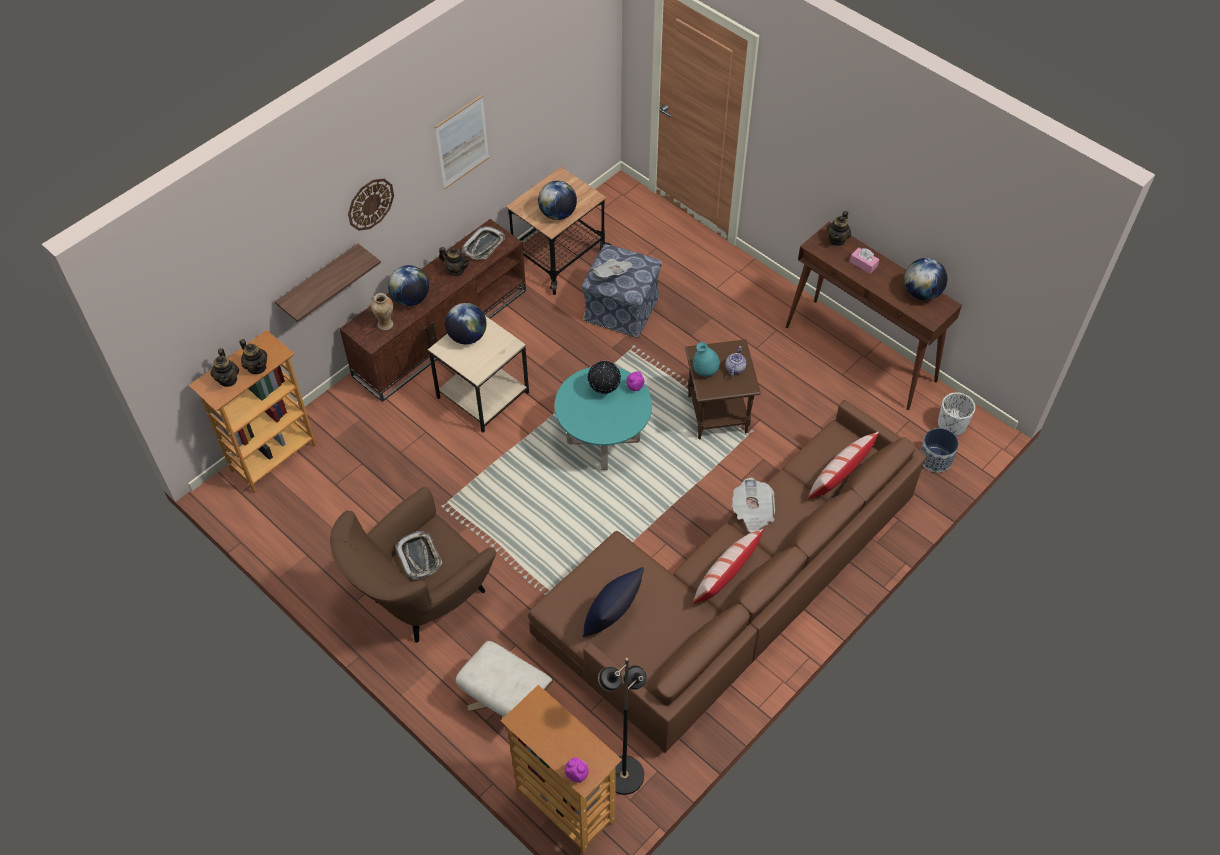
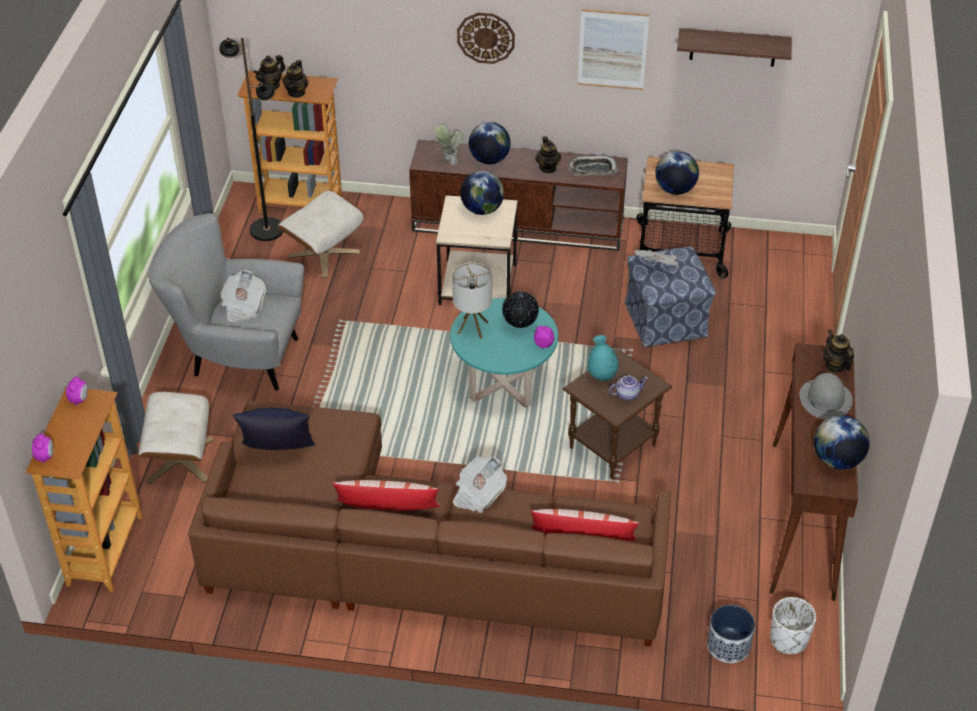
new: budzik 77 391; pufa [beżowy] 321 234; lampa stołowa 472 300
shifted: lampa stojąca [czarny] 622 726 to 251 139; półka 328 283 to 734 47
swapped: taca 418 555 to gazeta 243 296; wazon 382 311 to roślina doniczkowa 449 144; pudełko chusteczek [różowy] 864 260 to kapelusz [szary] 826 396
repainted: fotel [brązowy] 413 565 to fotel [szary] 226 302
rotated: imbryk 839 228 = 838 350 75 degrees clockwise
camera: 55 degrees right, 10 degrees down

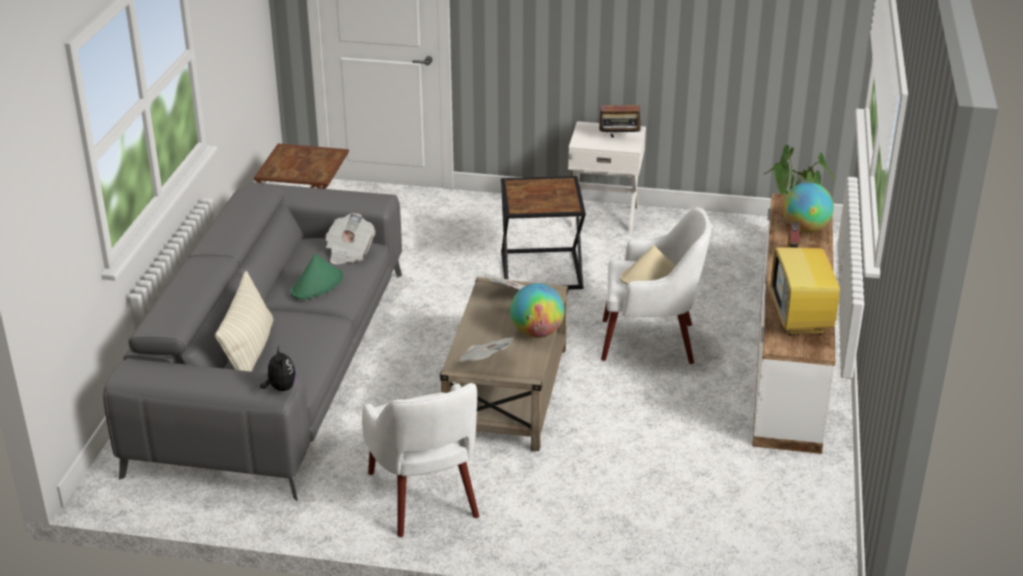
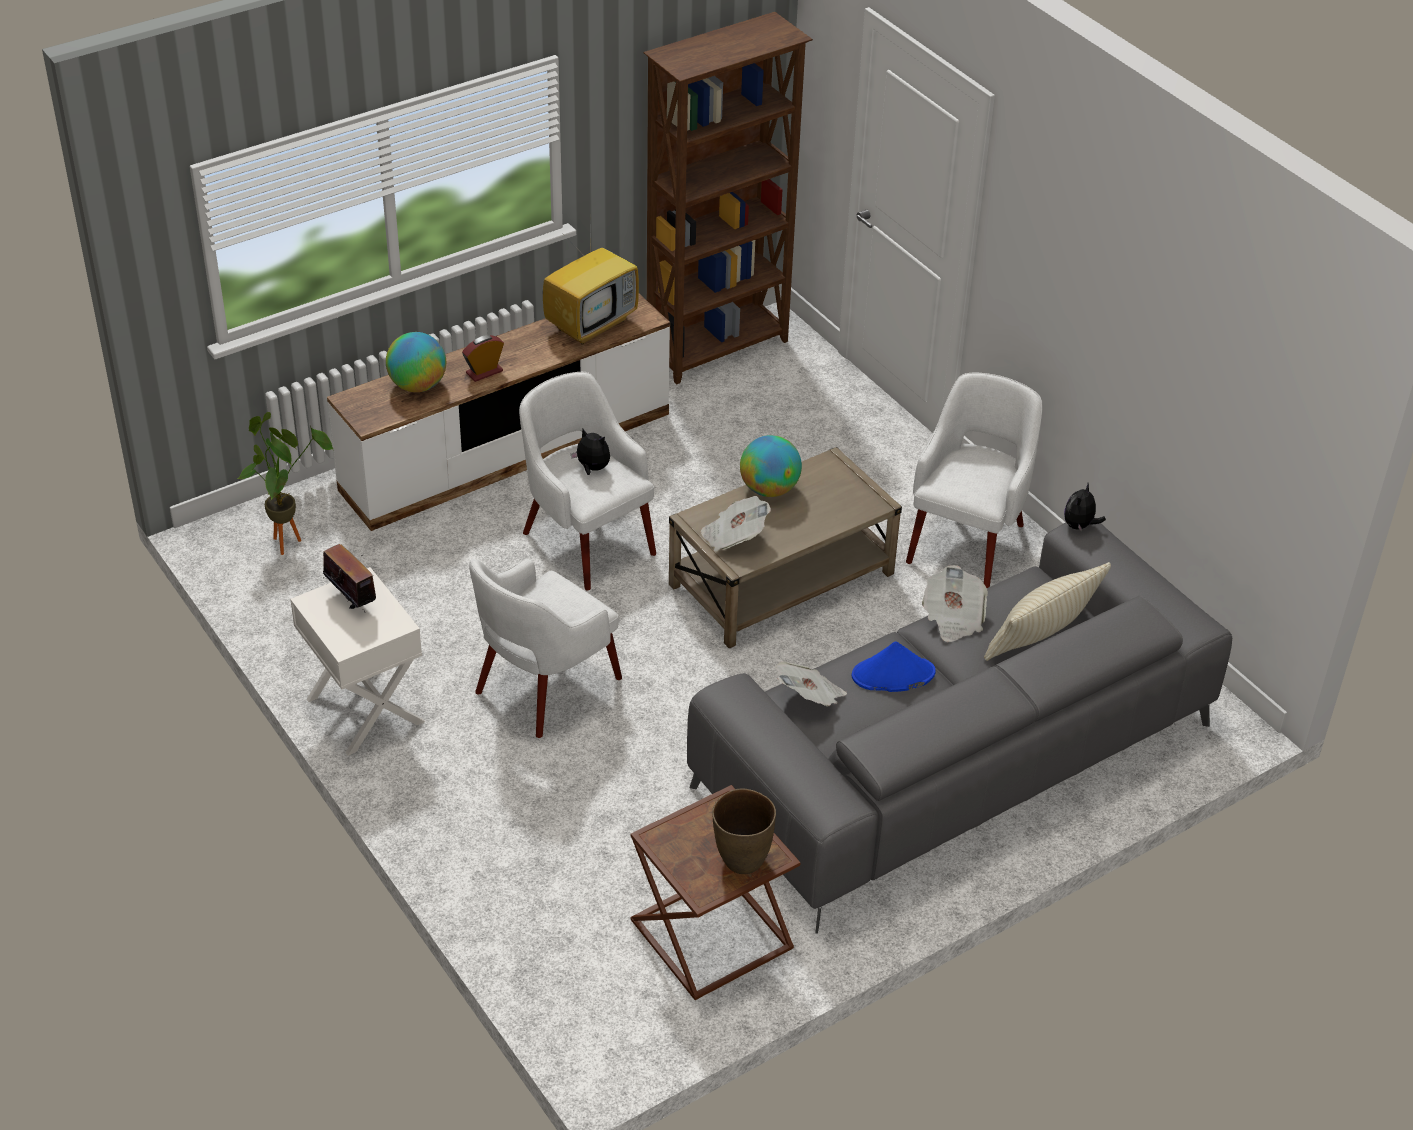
new: regał [brązowy] 728 198; wazon [brązowy] 744 831
shifted: gazeta 485 350 to 955 603
swapped: stolik [czarny] 543 233 to fotel [biały] 545 648; kapelusz [beżowy] 647 265 to pluszak 590 452
repainted: kapelusz [zielony] 316 276 to kapelusz [niebieski] 894 666
camera: 135 degrees left, 10 degrees up

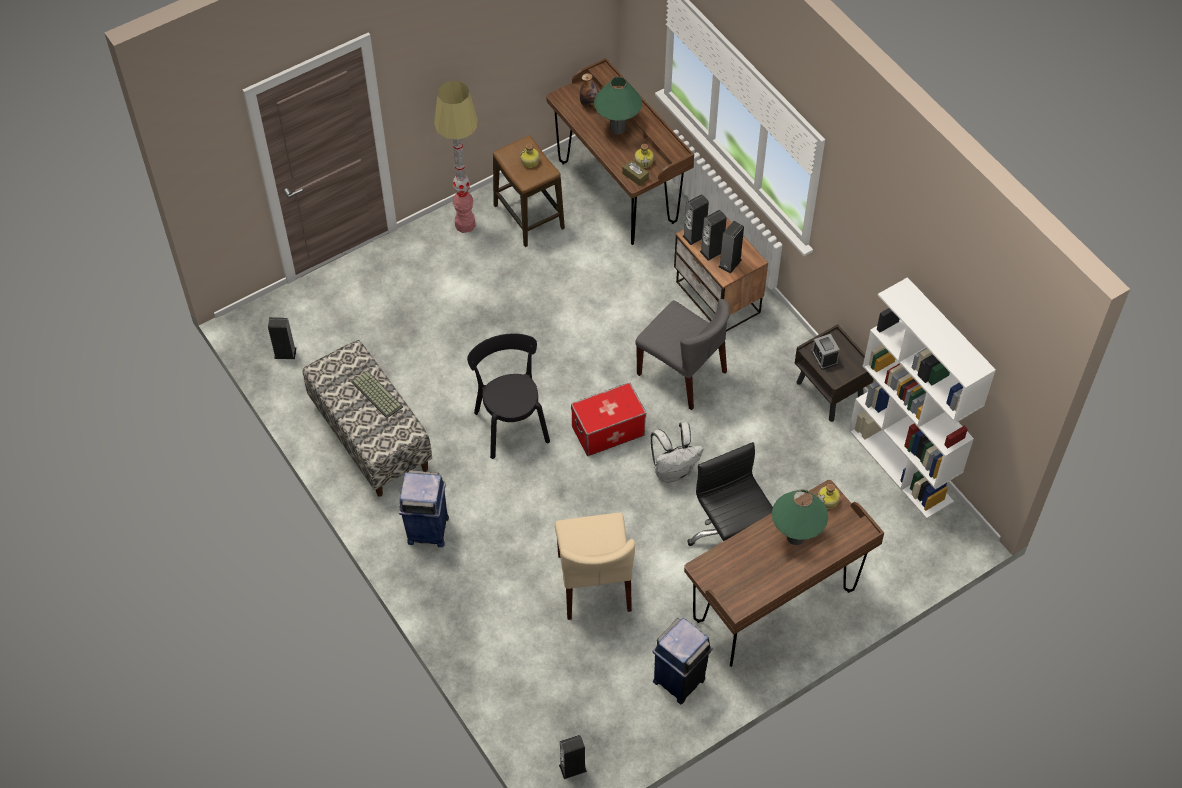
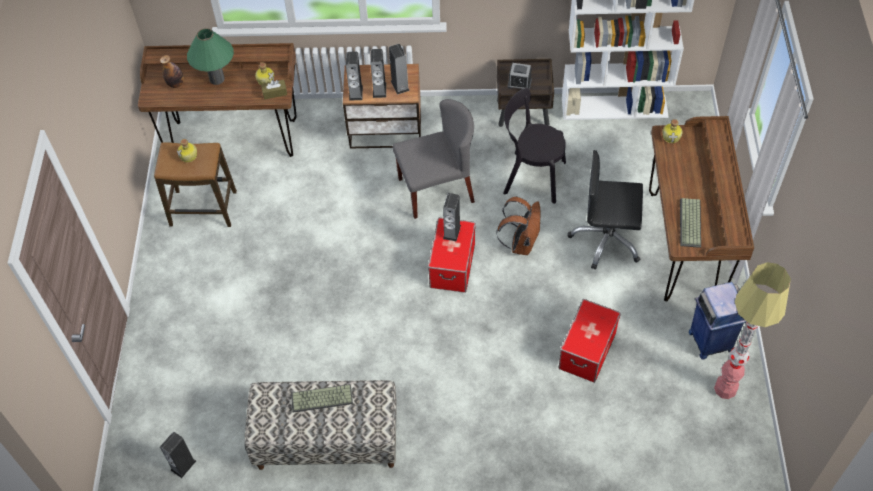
gone: kosz na śmieci [niebieski] 424 508; lampa stołowa [zielony] 800 517
new: klawiatura 690 223
shifted: głośnik 573 757 to 452 217; krzesło [czarny] 508 396 to 534 146; lampa stojąca 456 157 to 752 330
swapped: krzesło [beżowy] 595 566 to pojemnik do przechowywania 589 341
repainted: plecak [biały] 677 452 to plecak [brązowy] 518 226
camera: 55 degrees left, 0 degrees up

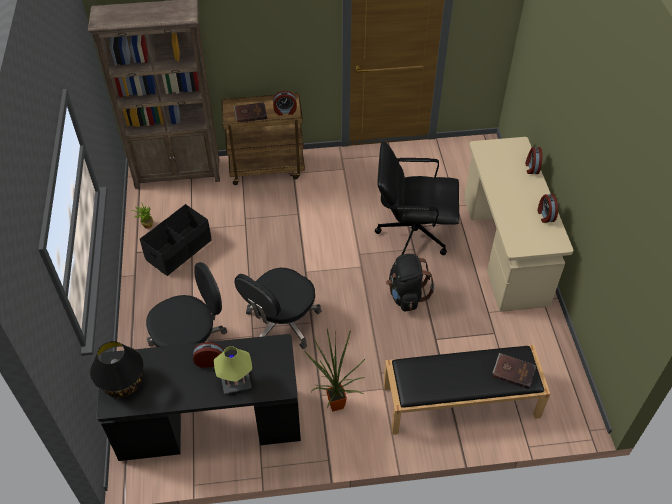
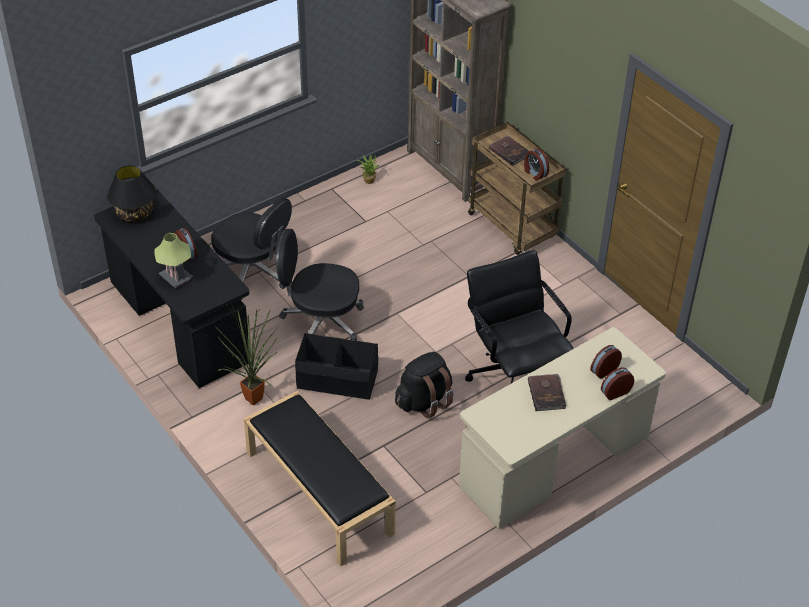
shifted: pojemnik do przechowywania [czarny] 176 240 to 336 366; książka [brązowy] 514 371 to 547 392; budzik 547 208 to 606 361
camera: 60 degrees right, 5 degrees down

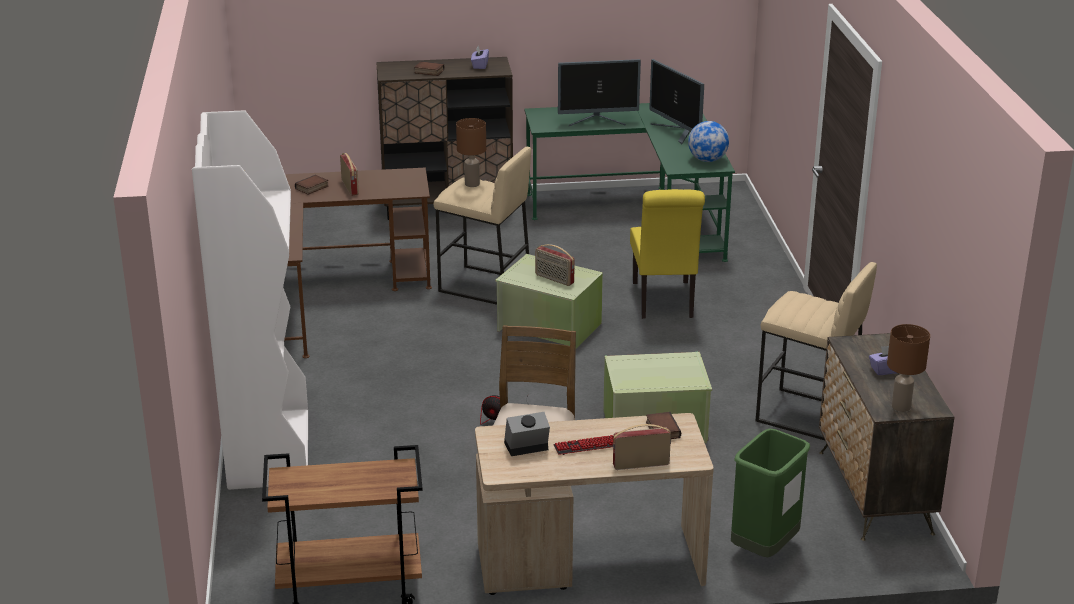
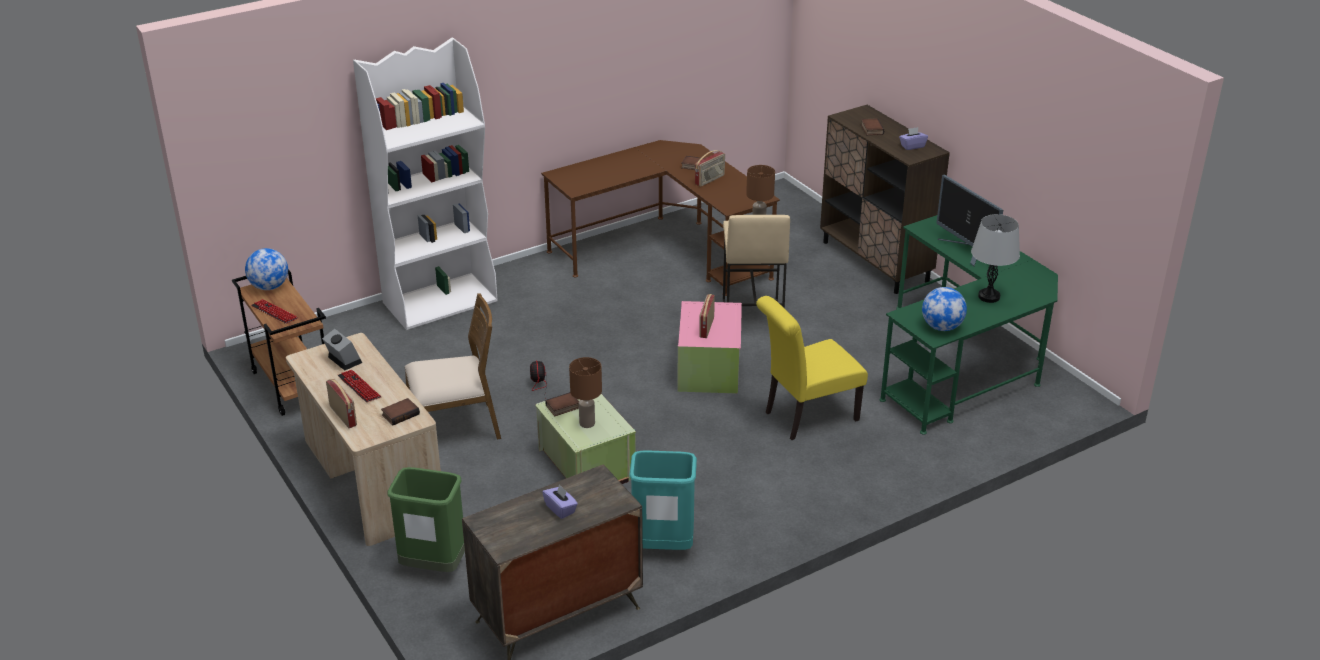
new: globus 266 269; klawiatura 274 311; książka 562 404
shifted: lampa stołowa [brązowy] 908 368 to 585 392
swapped: stołek [beżowy] 816 351 to kosz na śmieci [turkusowy] 663 500; monitor 676 101 to lampa stołowa [szary] 995 258
repainted: pojemnik do przechowywania [zielony] 549 301 to pojemnik do przechowywania [różowy] 709 347
camera: 65 degrees right, 5 degrees up

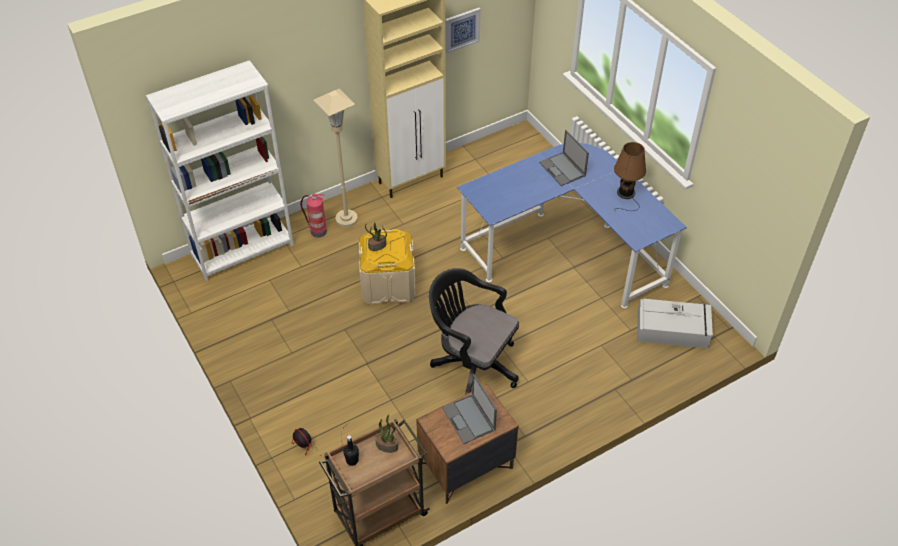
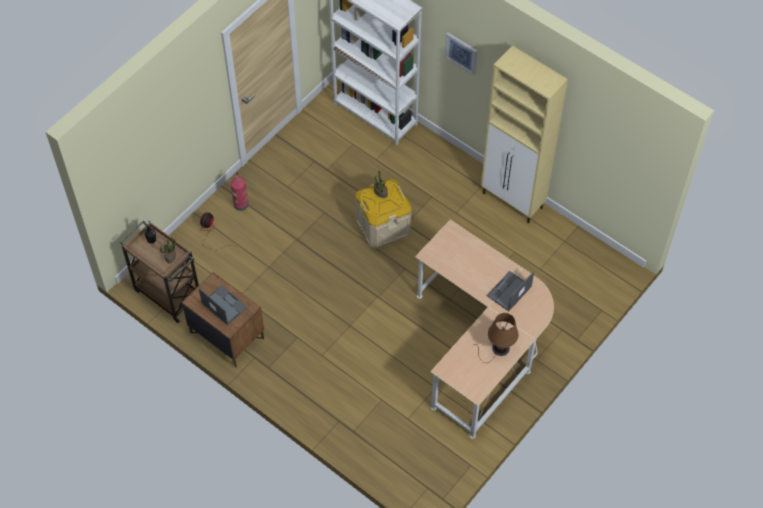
gone: lampa stojąca [beżowy] 335 158; krzesło biurowe [czarny] 474 331; pojemnik do przechowywania [szary] 675 323
shifted: gaśnica 314 216 to 239 191; obraz 463 30 to 461 54
repainted: biurko [niebieski] 572 225 to biurko [beżowy] 484 329
rotated: laptop 469 409 = 223 305 90 degrees clockwise
camera: 70 degrees right, 10 degrees up

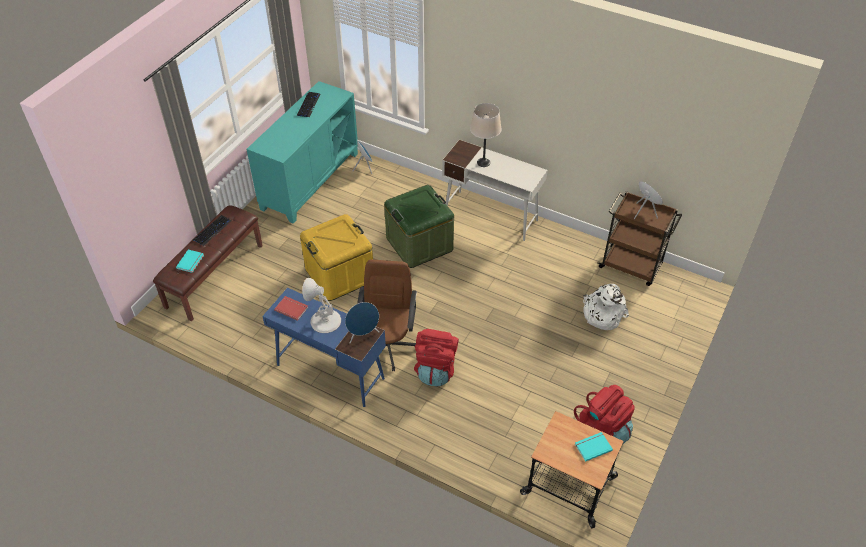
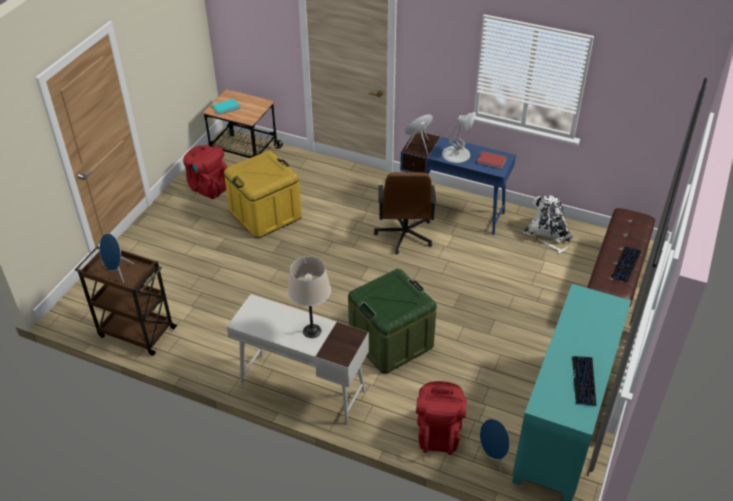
gone: książka [turkusowy] 190 261
shifted: pojemnik do przechowywania [żółty] 336 257 to 263 194; plecak [czerwony] 436 358 to 441 418; plecak [biały] 606 307 to 548 224
camera: 175 degrees right, 5 degrees down

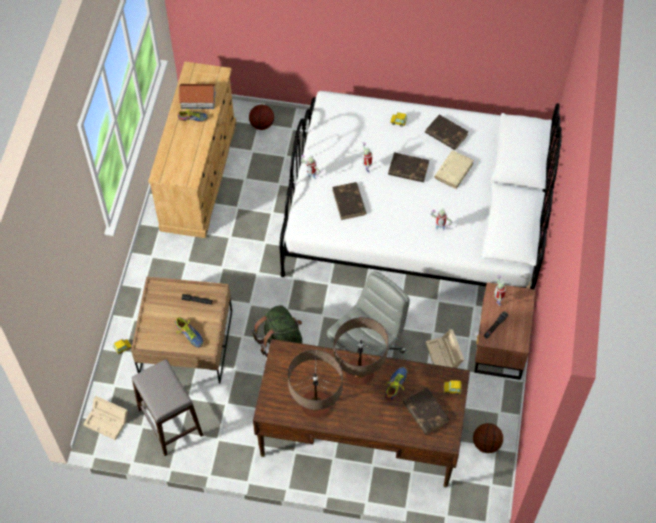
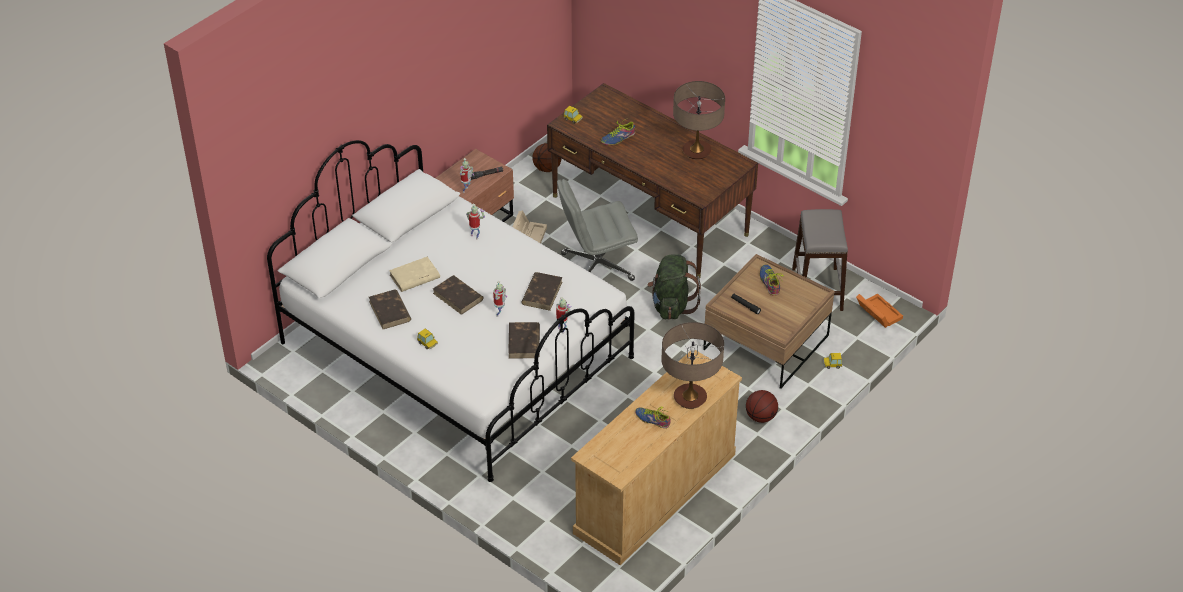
gone: domek 197 96
shifted: książka [brązowy] 426 411 to 524 340; lampa stołowa 361 351 to 692 365; piłka do koszykówki 261 117 to 762 406
repainted: pojemnik do przechowywania [beżowy] 105 418 to pojemnik do przechowywania [pomarańczowy] 879 311
camera: 150 degrees left, 15 degrees down

